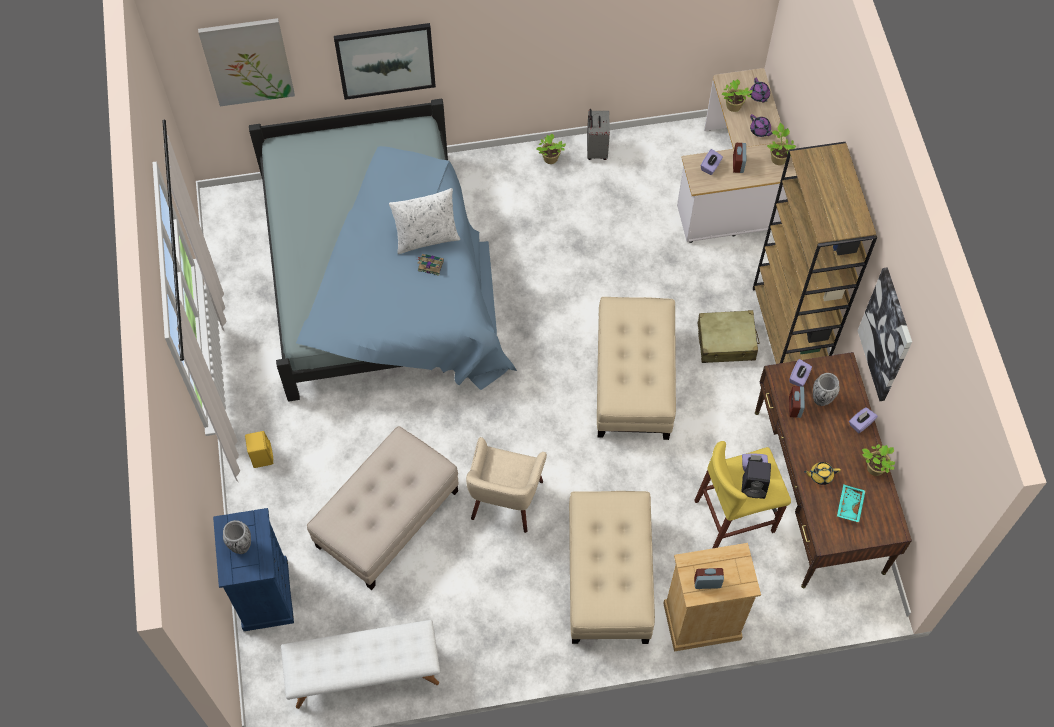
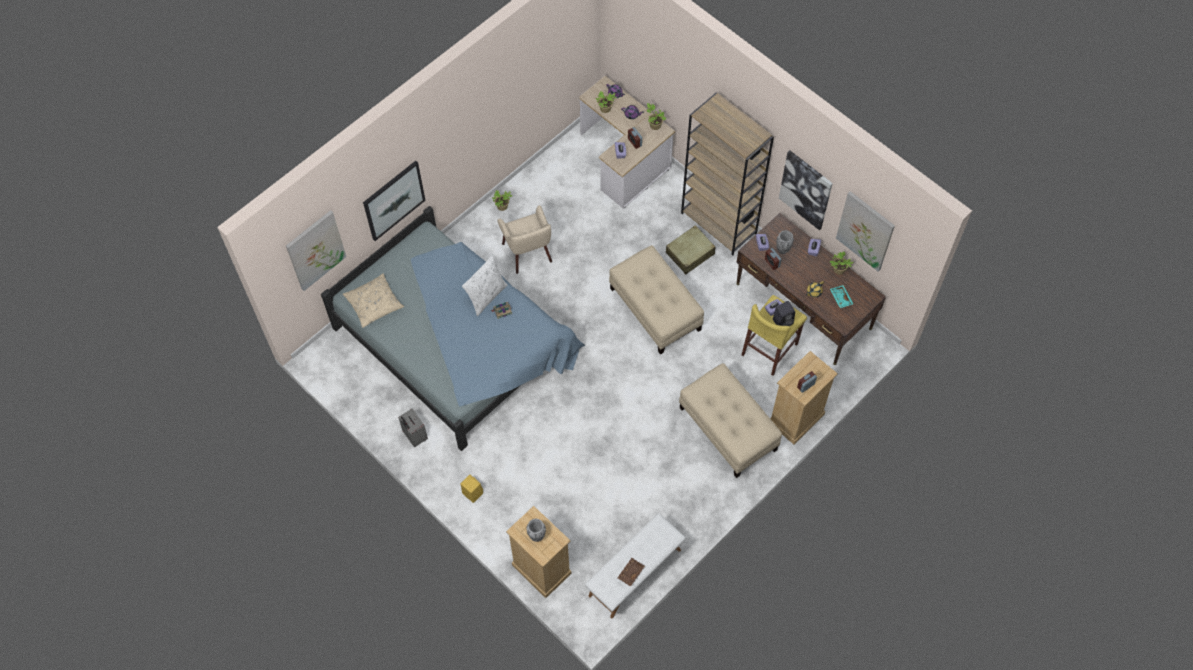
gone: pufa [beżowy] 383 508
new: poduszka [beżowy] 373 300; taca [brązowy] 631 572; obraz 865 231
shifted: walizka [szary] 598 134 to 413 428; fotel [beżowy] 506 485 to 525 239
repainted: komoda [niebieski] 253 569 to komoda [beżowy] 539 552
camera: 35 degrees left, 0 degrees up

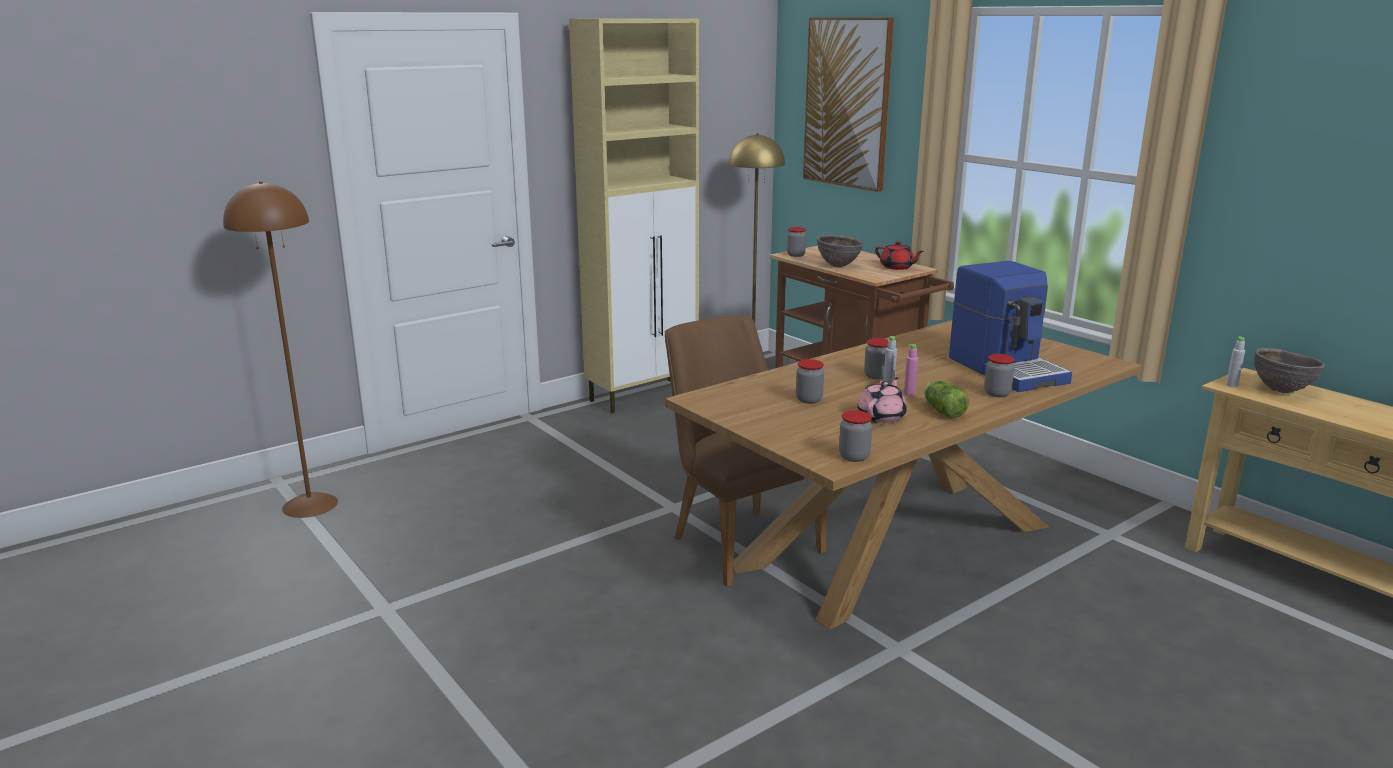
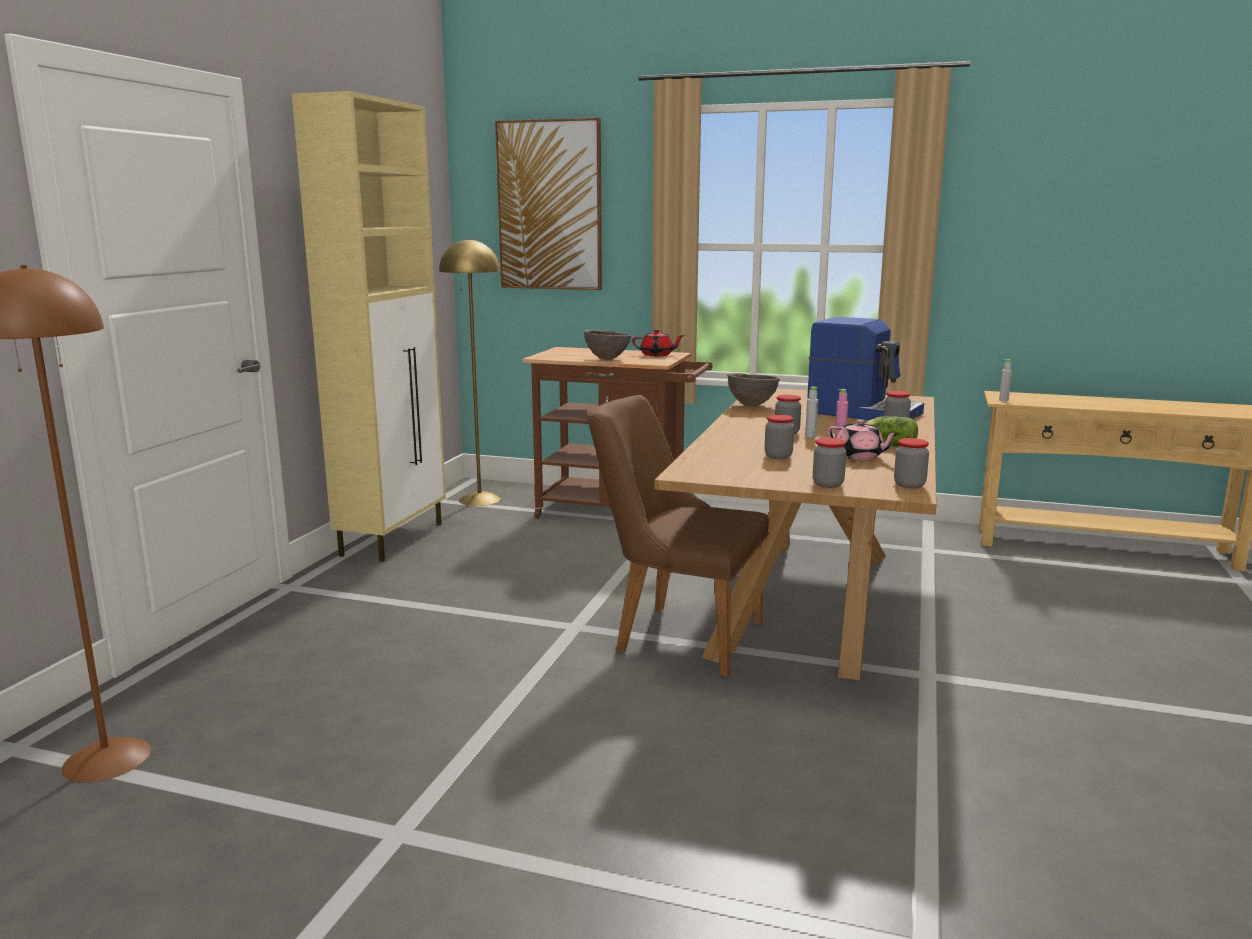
shifted: miska [brązowy] 1289 370 to 753 390; słoik 796 242 to 829 463
rotated: imbryk [różowy] 882 400 = 863 439 135 degrees clockwise
camera: 35 degrees left, 5 degrees down

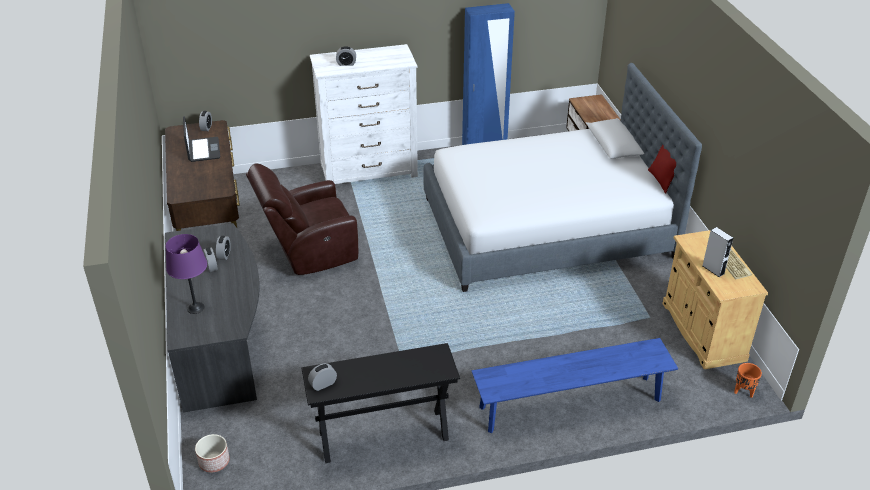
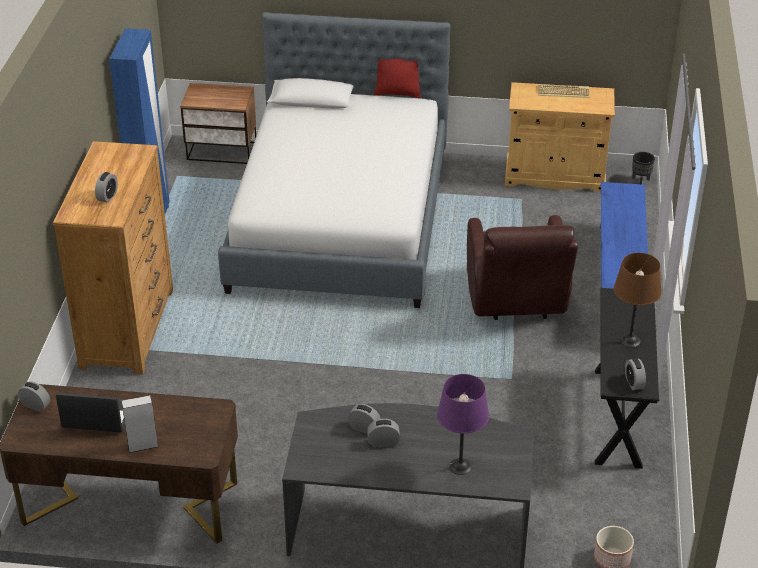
new: lampa stołowa [brązowy] 637 300
shifted: głośnik [szary] 717 252 to 139 424; fotel [brązowy] 302 219 to 522 267
repainted: komoda [biały] 364 114 to komoda [brązowy] 113 258; donica [pomarańczowy] 748 380 to donica [czarny] 643 168
camera: 70 degrees left, 0 degrees up

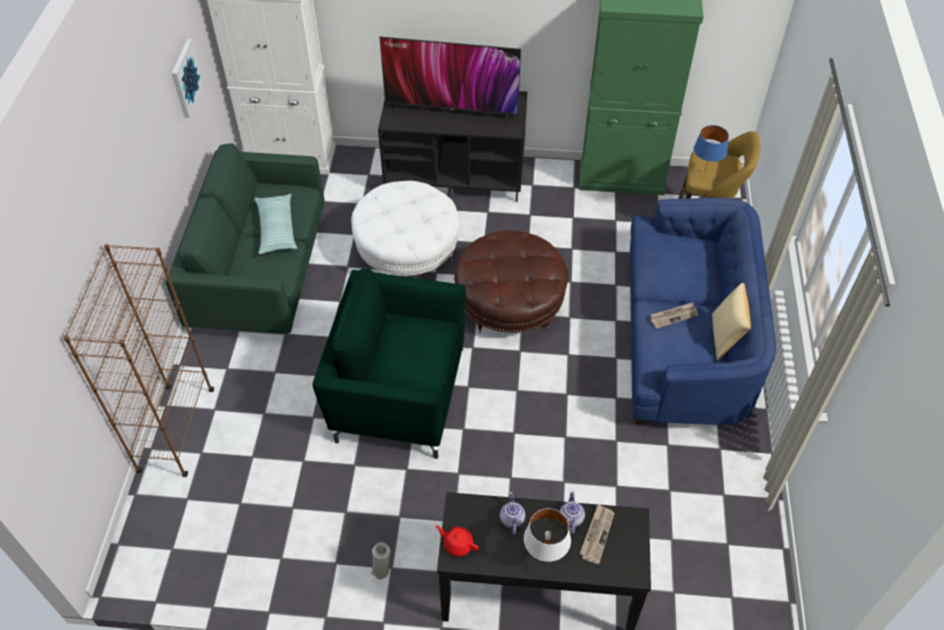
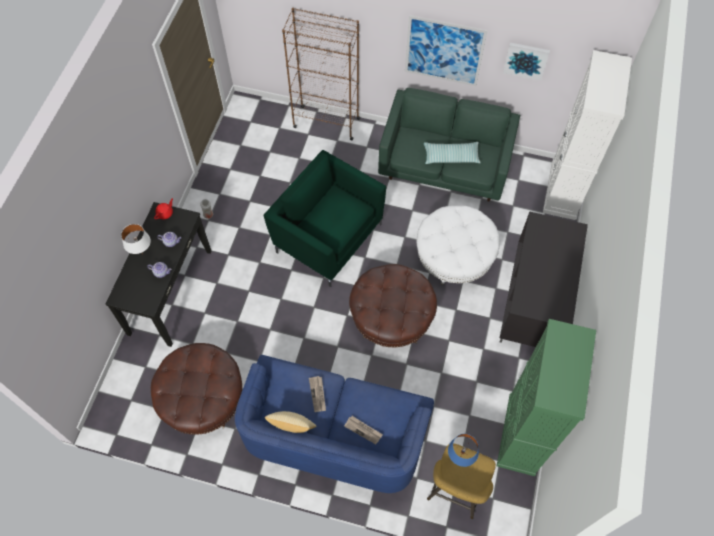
gone: telewizor 450 83
new: pufa [brązowy] 197 389; obraz 446 50
shifted: gazeta 597 534 to 363 430
rotated: fotel [zielony] 389 363 = 325 218 75 degrees counterclockwise
camera: 100 degrees right, 10 degrees up

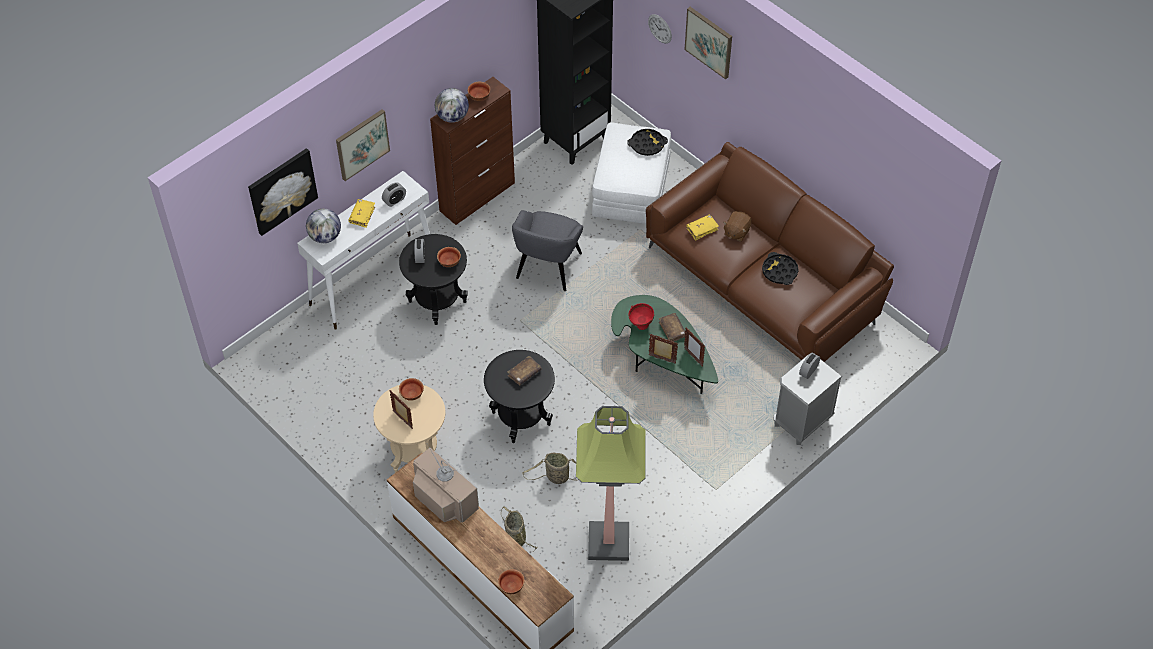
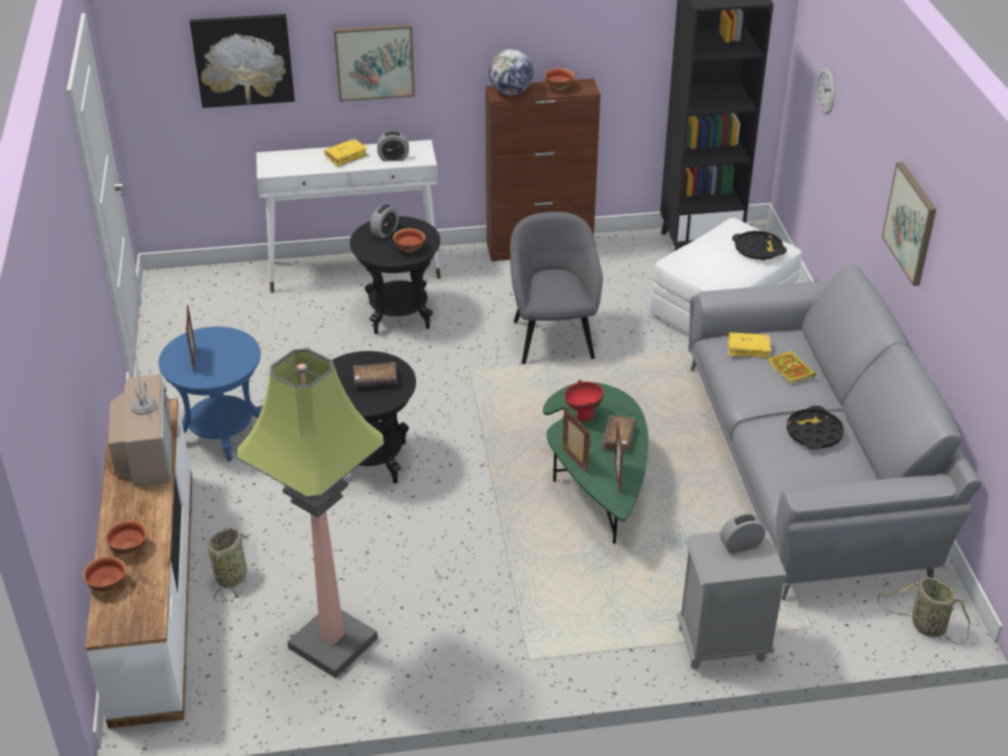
gone: globus 323 226
shifted: miska 411 389 to 126 537; koszyk 550 468 to 923 610; obraz 708 43 to 909 224
swapped: pluszak [brązowy] 737 226 to książka 792 367
repainted: stolik [beżowy] 409 429 to stolik [niebieski] 211 394; kanapa [brązowy] 770 252 to kanapa [szary] 834 433
rotated: fotel [szary] 547 250 = 556 288 120 degrees clockwise
camera: 35 degrees right, 15 degrees down

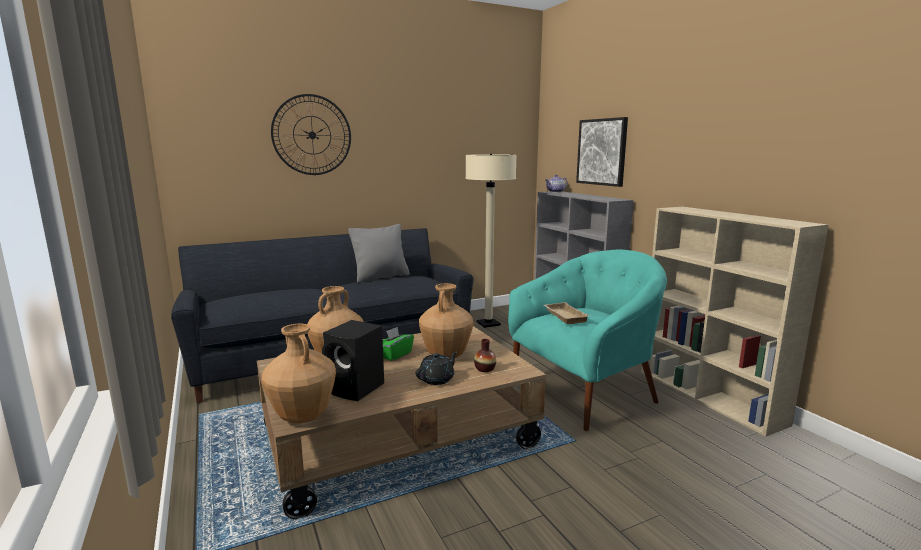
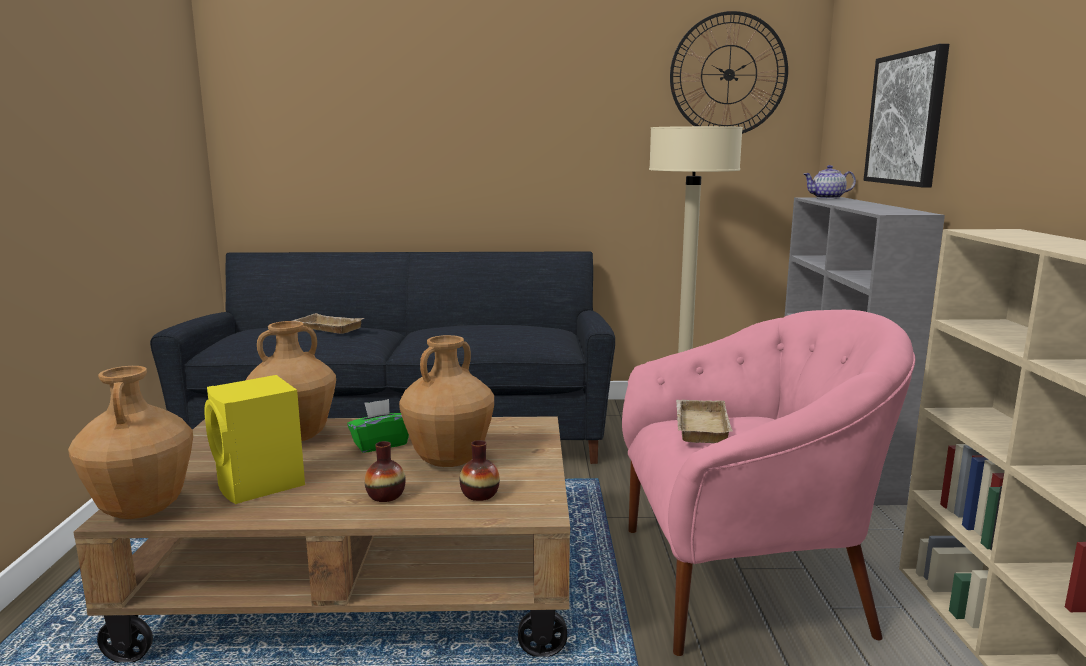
gone: poduszka [szary] 379 253
new: taca [beżowy] 328 323
shifted: zegar ścienny 311 134 to 729 72
swapped: imbryk [czarny] 436 368 to wazon 385 471
repainted: głośnik [czarny] 353 360 to głośnik [żółty] 254 439; fotel [turkusowy] 587 340 to fotel [różowy] 768 483
camera: 25 degrees right, 0 degrees up

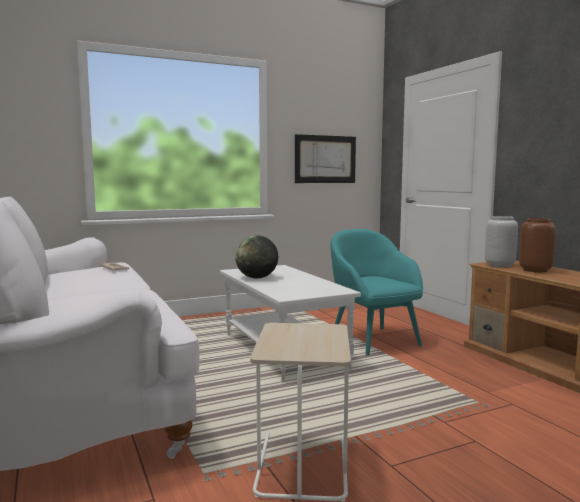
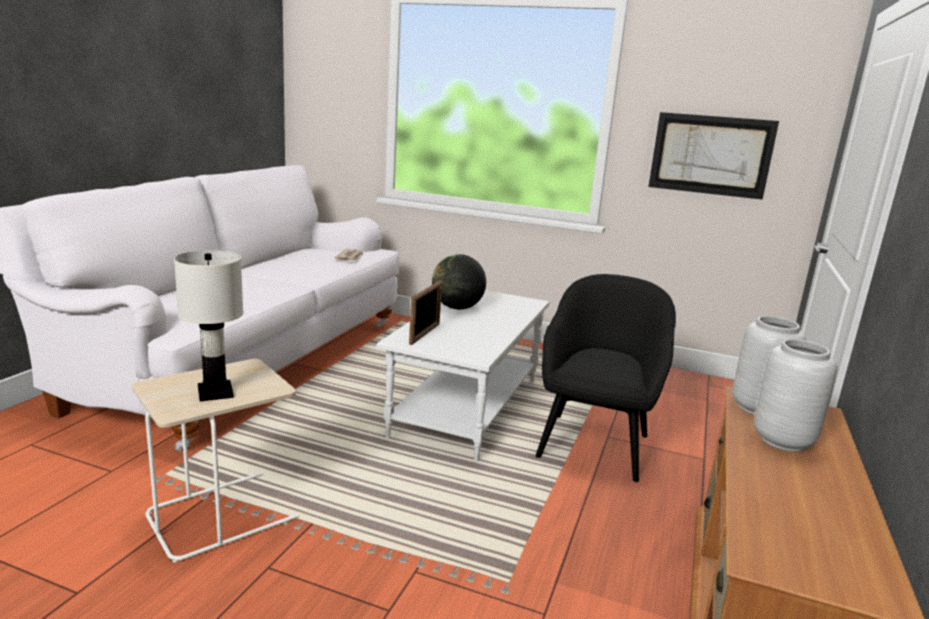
new: lampa stołowa [biały] 209 325; ramka na zdjęcie 425 313
repainted: fotel [turkusowy] 376 292 to fotel [czarny] 606 378; wazon [brązowy] 537 245 to wazon [szary] 795 395
camera: 45 degrees right, 10 degrees up

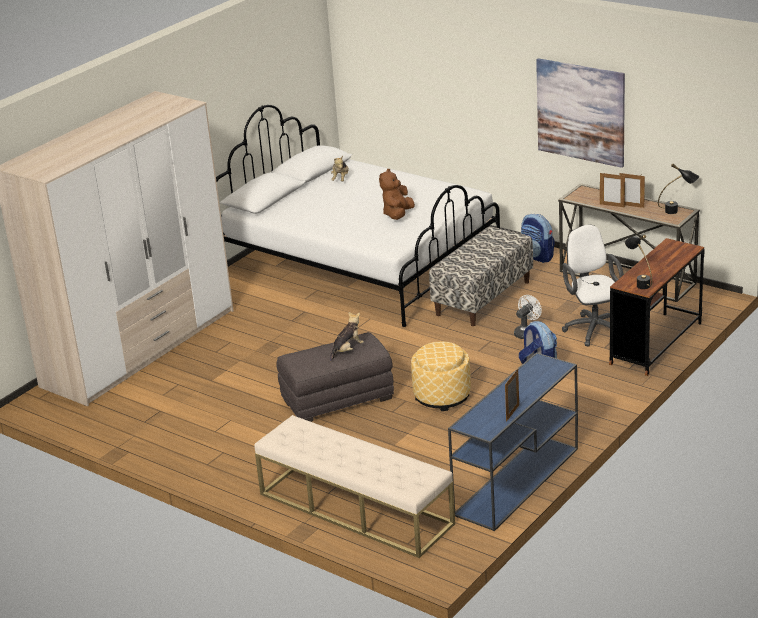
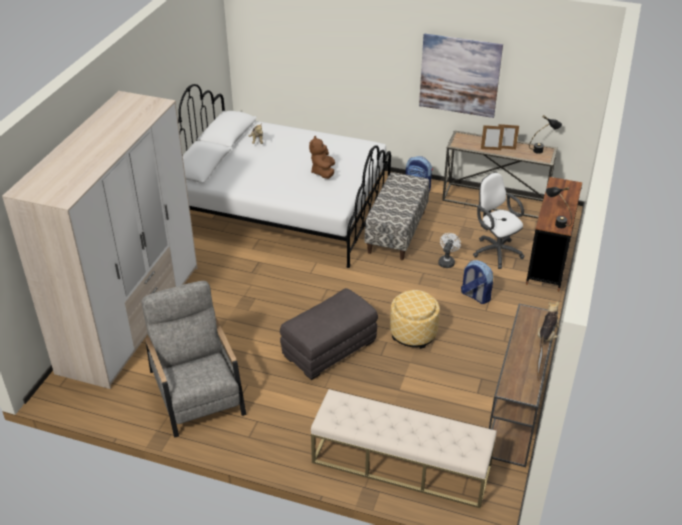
new: fotel [szary] 194 359
shifted: pluszak 347 337 to 549 324
repainted: stolik konsolowy [niebieski] 513 442 to stolik konsolowy [brązowy] 523 385
camera: 20 degrees left, 10 degrees up

